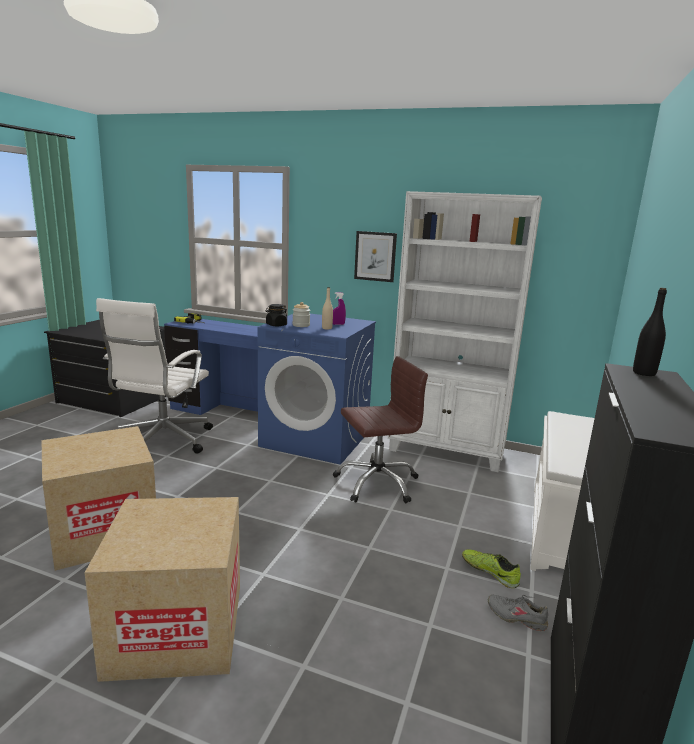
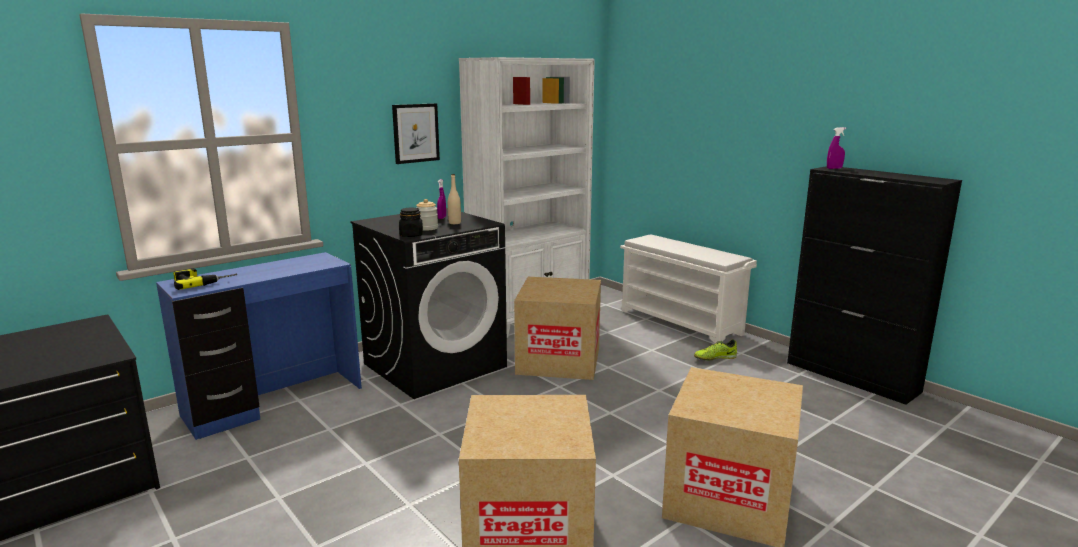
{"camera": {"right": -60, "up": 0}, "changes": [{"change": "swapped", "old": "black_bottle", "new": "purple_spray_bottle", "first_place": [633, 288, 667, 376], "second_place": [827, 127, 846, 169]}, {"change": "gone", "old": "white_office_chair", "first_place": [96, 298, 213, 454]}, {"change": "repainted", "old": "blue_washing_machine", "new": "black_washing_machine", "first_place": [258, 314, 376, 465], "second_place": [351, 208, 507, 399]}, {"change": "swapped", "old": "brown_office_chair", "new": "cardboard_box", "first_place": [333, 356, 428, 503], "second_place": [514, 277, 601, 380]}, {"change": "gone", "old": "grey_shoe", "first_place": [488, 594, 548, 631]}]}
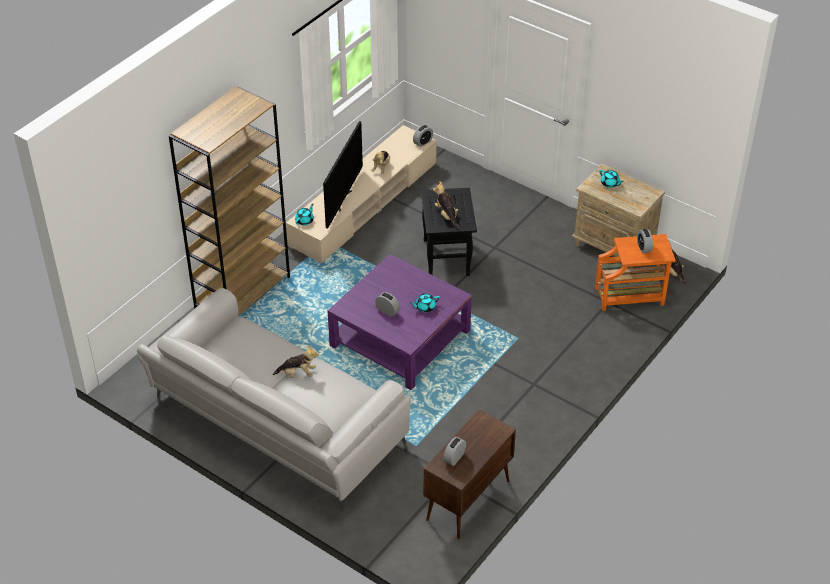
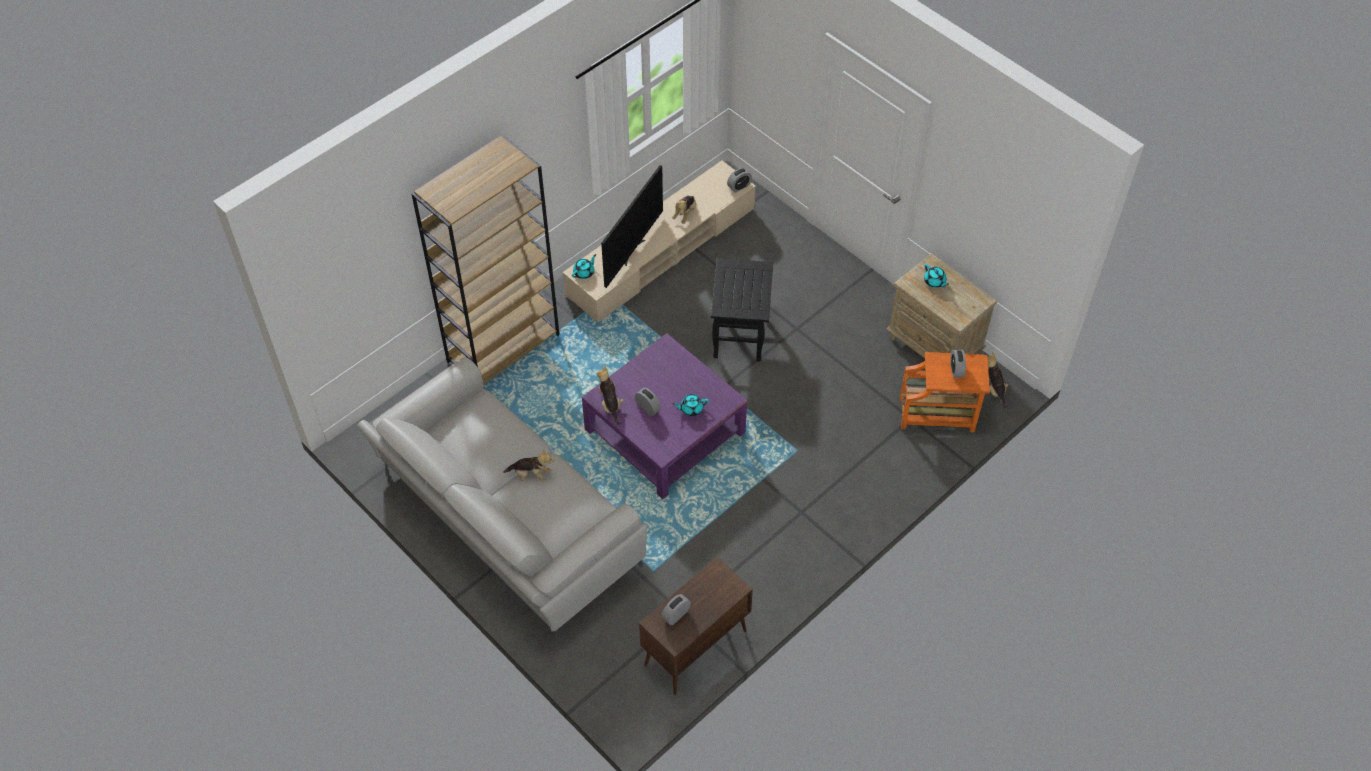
{"camera": {"right": 10, "up": 10}, "changes": [{"change": "shifted", "old": "plush_toy", "first_place": [433, 181, 460, 229], "second_place": [596, 366, 624, 425]}]}
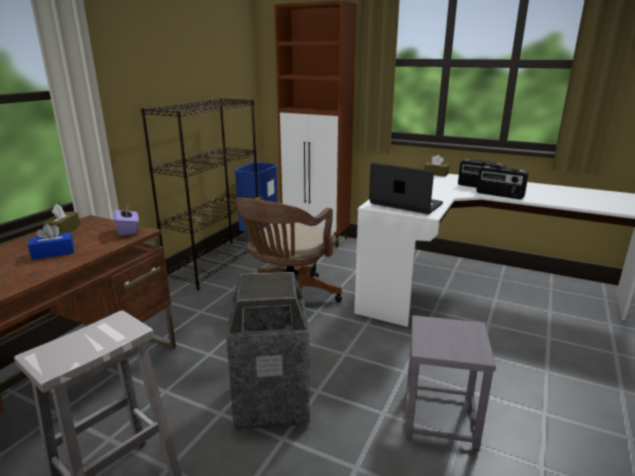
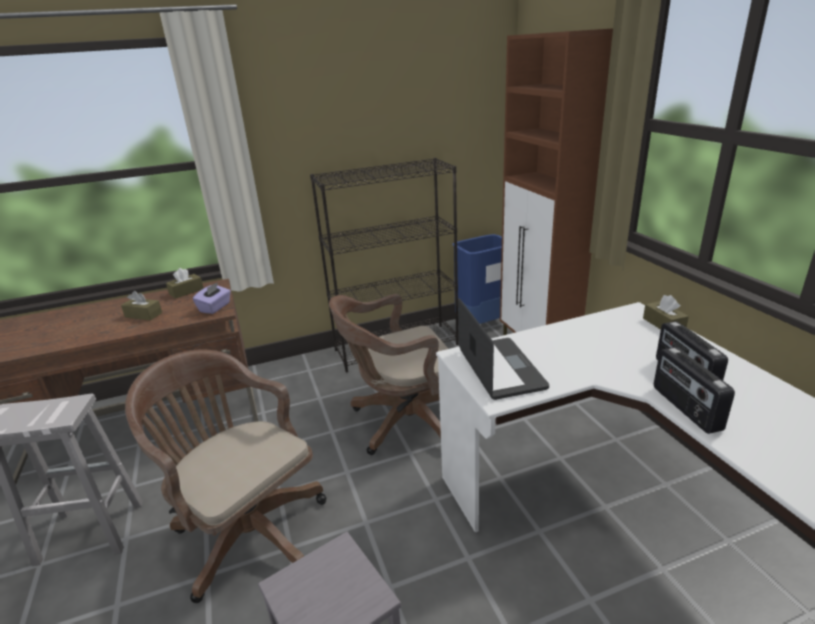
{"camera": {"right": 45, "up": 5}, "changes": [{"change": "repainted", "old": "blue_tissue_box", "new": "brown_tissue_box", "first_place": [28, 224, 74, 260], "second_place": [121, 291, 162, 321]}, {"change": "swapped", "old": "trash_can", "new": "brown_office_chair", "first_place": [226, 272, 310, 430], "second_place": [125, 349, 326, 603]}]}
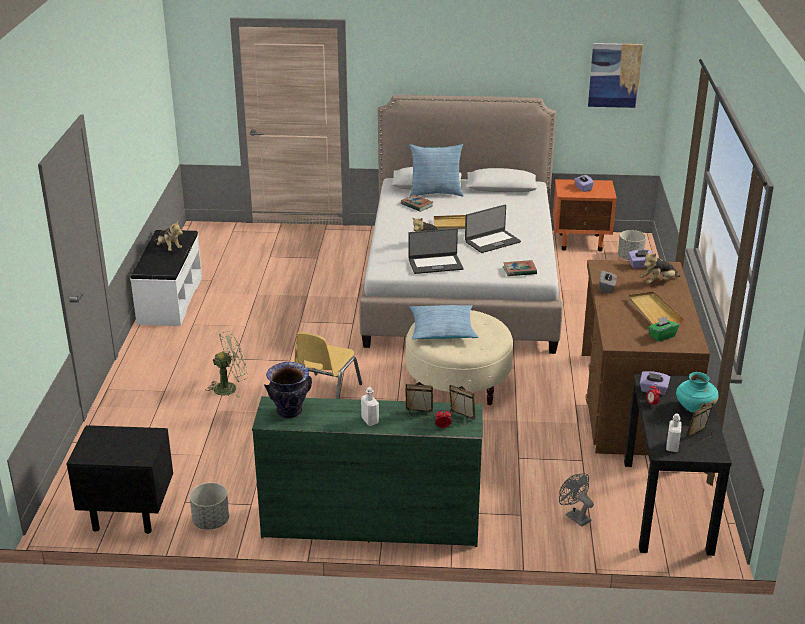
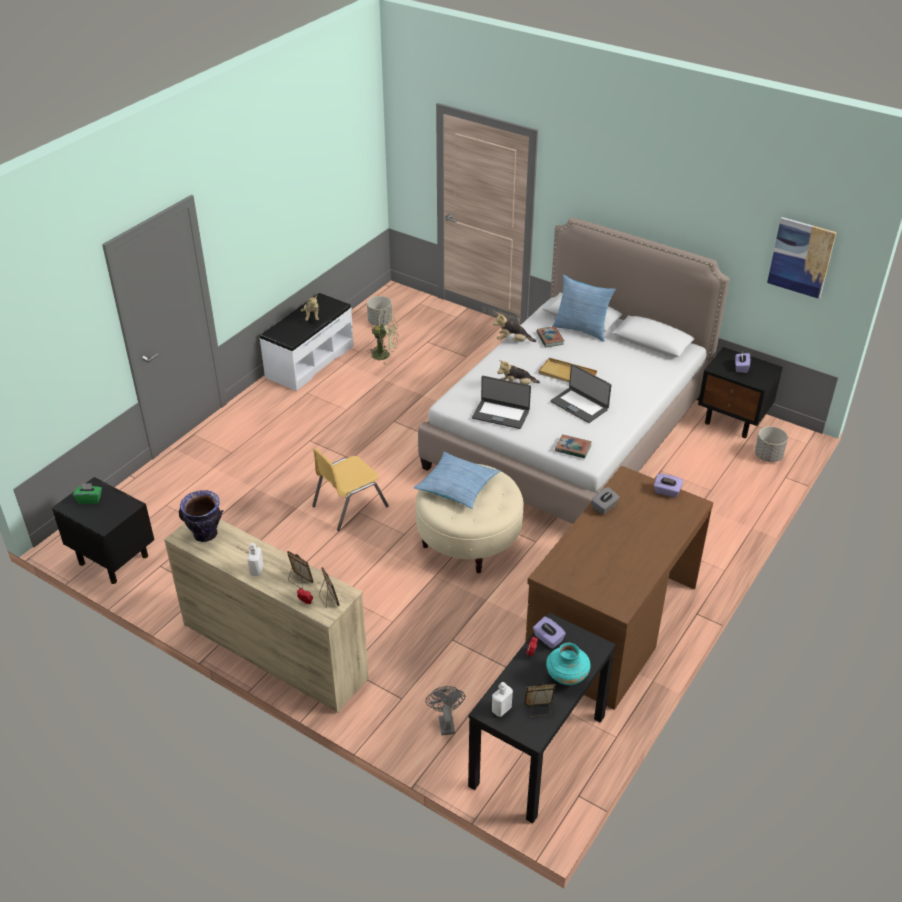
{"camera": {"right": 30, "up": 10}, "changes": [{"change": "repainted", "old": "orange_nightstand", "new": "black_nightstand", "first_place": [553, 179, 617, 251], "second_place": [698, 347, 783, 438]}, {"change": "rotated", "old": "laptop", "first_place": [465, 205, 521, 253], "second_place": [550, 364, 611, 423], "degrees": 45}, {"change": "shifted", "old": "plush_toy", "first_place": [641, 252, 680, 284], "second_place": [493, 312, 536, 342]}, {"change": "gone", "old": "beige_tray", "first_place": [627, 291, 684, 325]}, {"change": "shifted", "old": "green_tissue_box", "first_place": [648, 316, 679, 342], "second_place": [73, 483, 102, 504]}, {"change": "shifted", "old": "green_fan", "first_place": [205, 331, 248, 398], "second_place": [367, 310, 399, 365]}, {"change": "repainted", "old": "green_dresser", "new": "beige_dresser", "first_place": [252, 396, 483, 547], "second_place": [164, 520, 369, 713]}, {"change": "shifted", "old": "grey_planter", "first_place": [190, 483, 229, 529], "second_place": [367, 296, 392, 326]}]}
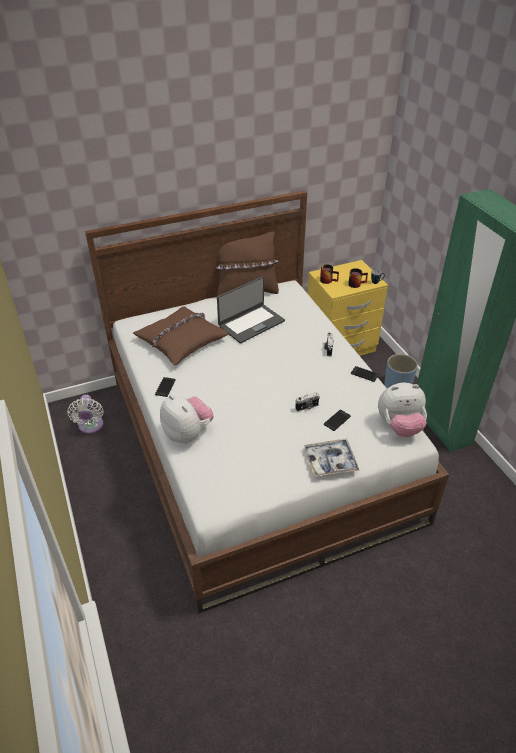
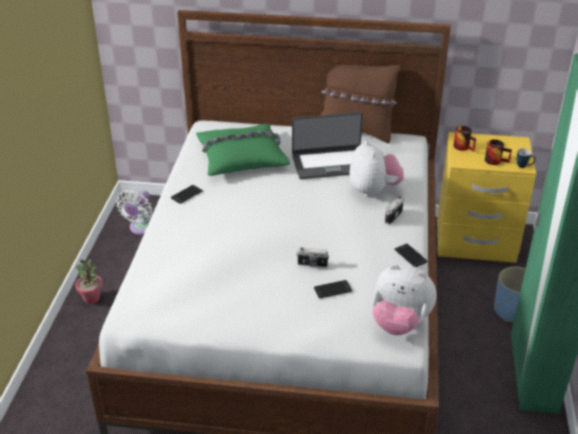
{"camera": {"right": 30, "up": -5}, "changes": [{"change": "repainted", "old": "brown_pillow", "new": "green_pillow", "first_place": [133, 307, 228, 365], "second_place": [196, 124, 290, 176]}, {"change": "shifted", "old": "plush_toy", "first_place": [160, 395, 214, 443], "second_place": [349, 140, 404, 197]}, {"change": "gone", "old": "tray", "first_place": [304, 439, 360, 477]}, {"change": "new", "new": "potted_plant", "second_place": [75, 259, 103, 304]}]}
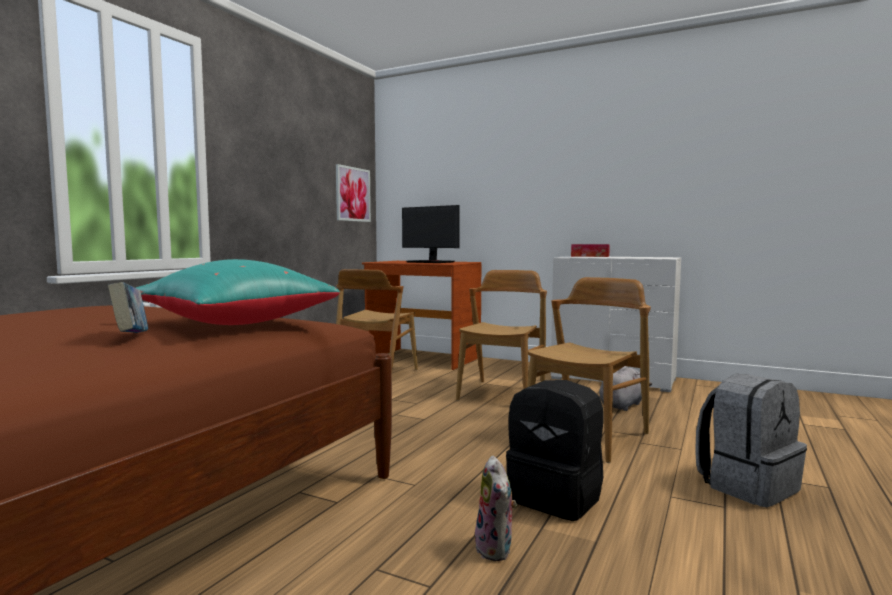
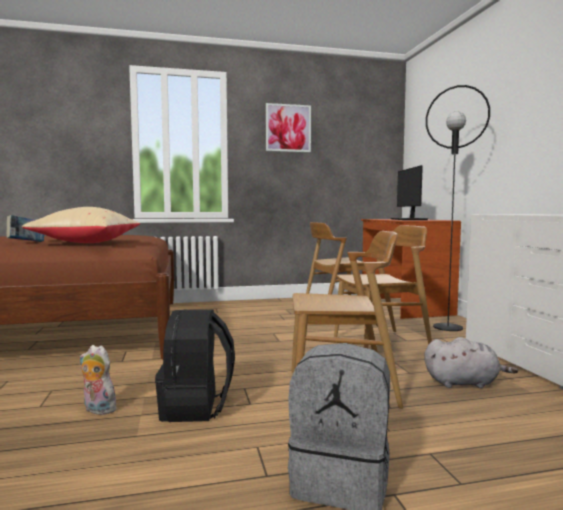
{"camera": {"right": 50, "up": 0}, "changes": [{"change": "shifted", "old": "picture", "first_place": [336, 164, 371, 222], "second_place": [266, 103, 311, 152]}, {"change": "gone", "old": "tissue_box", "first_place": [571, 244, 610, 257]}, {"change": "repainted", "old": "turquoise_pillow", "new": "beige_pillow", "first_place": [136, 259, 340, 325], "second_place": [22, 207, 140, 243]}, {"change": "rotated", "old": "plush_toy", "first_place": [475, 455, 517, 561], "second_place": [80, 345, 116, 415], "degrees": 75}, {"change": "new", "new": "black_floor_lamp", "second_place": [426, 85, 490, 331]}]}
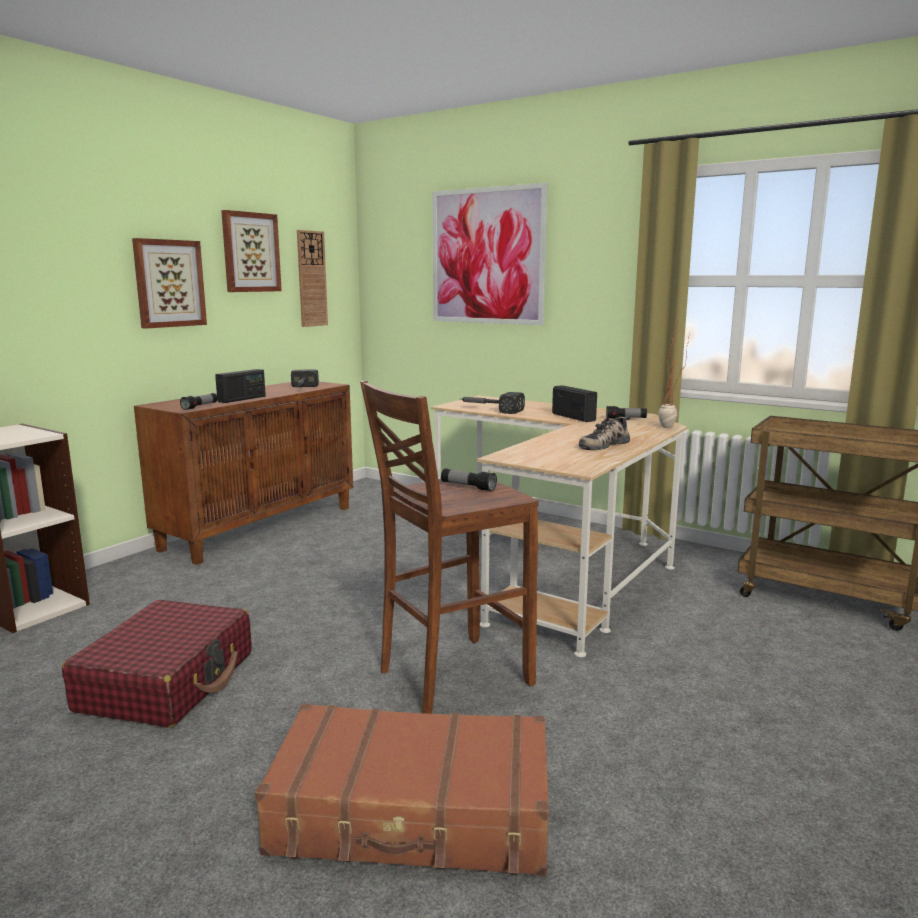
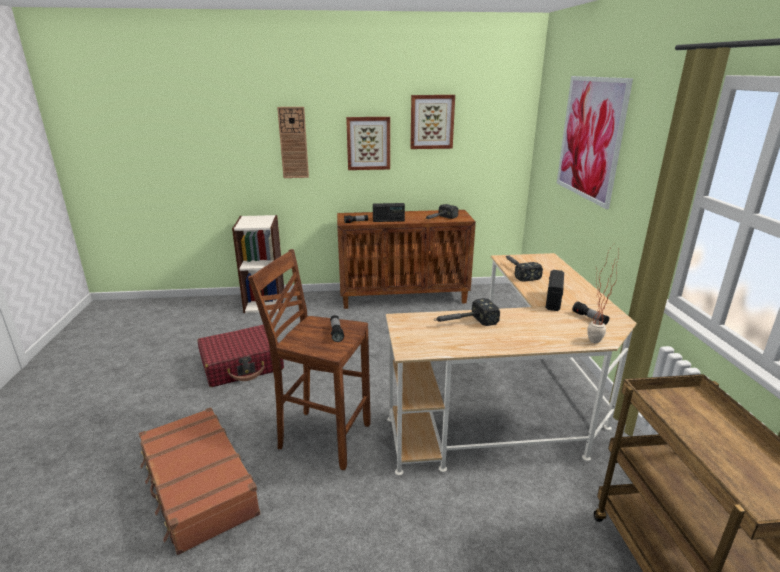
{"camera": {"right": 50, "up": 10}, "changes": [{"change": "shifted", "old": "wall_clock", "first_place": [297, 230, 328, 327], "second_place": [277, 107, 309, 178]}, {"change": "gone", "old": "shoe", "first_place": [579, 417, 631, 450]}, {"change": "new", "new": "hammer", "second_place": [435, 298, 500, 326]}]}
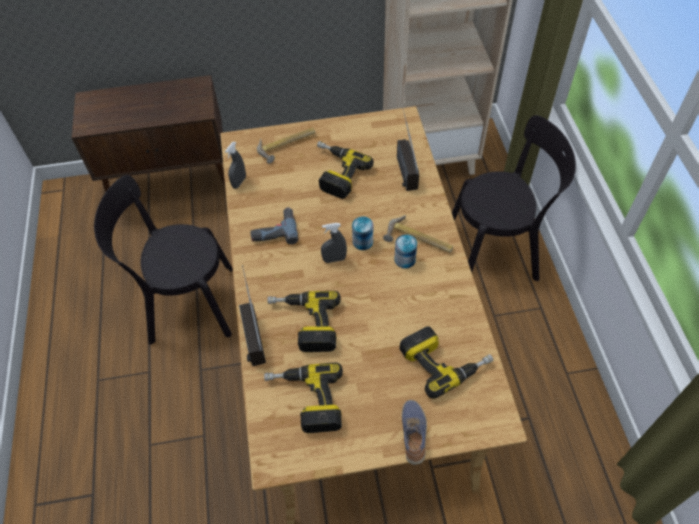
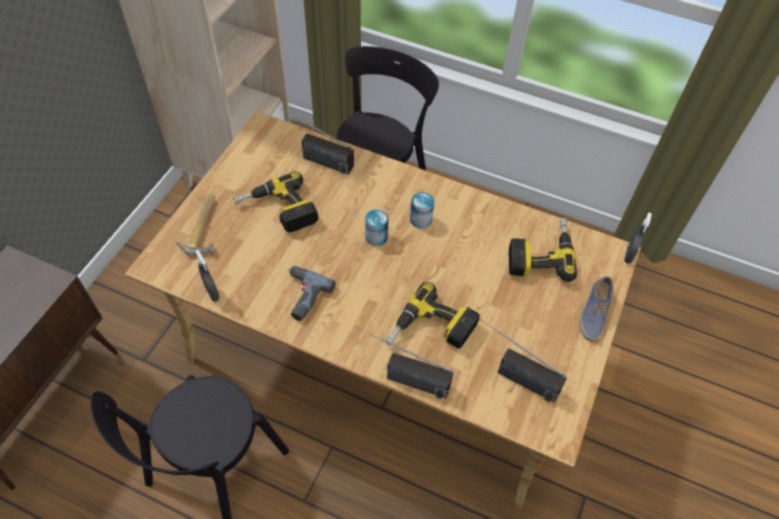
{"camera": {"right": -60, "up": 0}, "changes": [{"change": "gone", "old": "hammer", "first_place": [383, 215, 453, 253]}, {"change": "shifted", "old": "grey_spray_bottle", "first_place": [321, 223, 347, 263], "second_place": [624, 212, 652, 264]}, {"change": "swapped", "old": "power_drill", "new": "radio", "first_place": [264, 362, 343, 433], "second_place": [480, 320, 567, 402]}, {"change": "rotated", "old": "shoe", "first_place": [402, 400, 427, 465], "second_place": [580, 276, 613, 342], "degrees": -105}]}
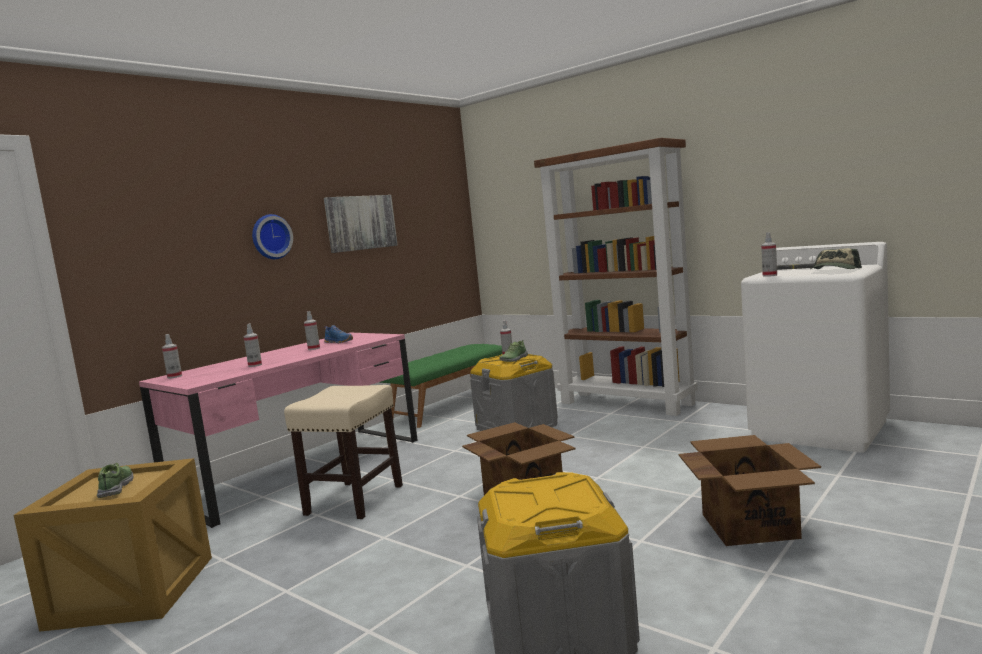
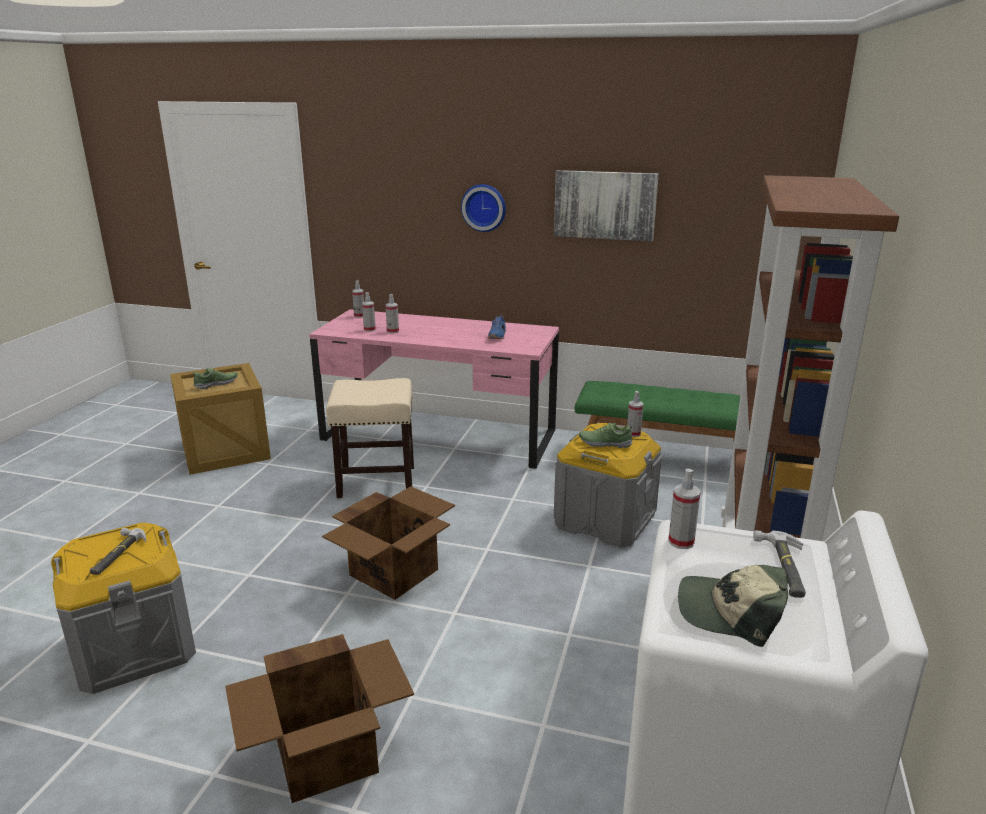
{"camera": {"right": 65, "up": 15}, "changes": [{"change": "shifted", "old": "spray_bottle", "first_place": [304, 311, 320, 350], "second_place": [362, 292, 376, 332]}, {"change": "new", "new": "hammer", "second_place": [90, 528, 146, 575]}]}
